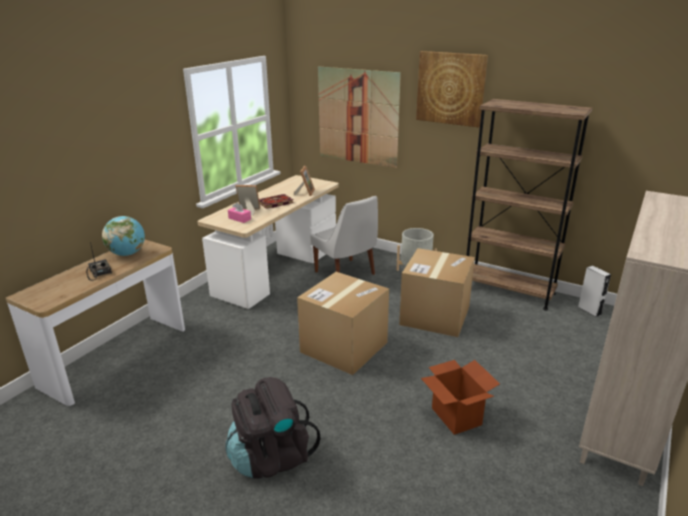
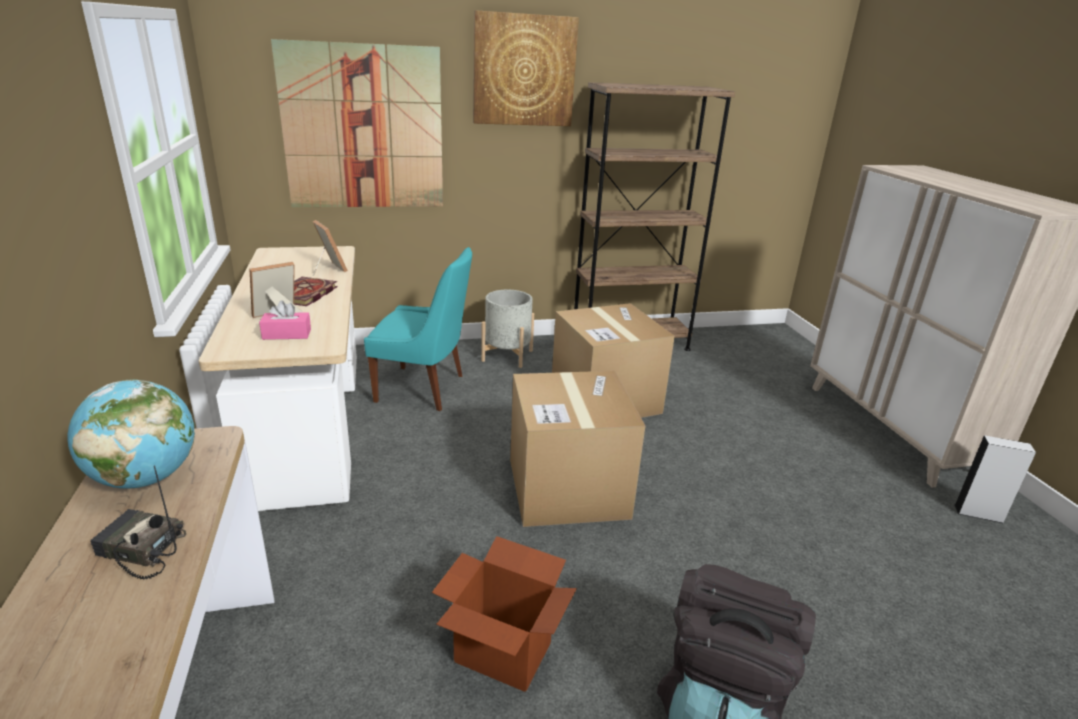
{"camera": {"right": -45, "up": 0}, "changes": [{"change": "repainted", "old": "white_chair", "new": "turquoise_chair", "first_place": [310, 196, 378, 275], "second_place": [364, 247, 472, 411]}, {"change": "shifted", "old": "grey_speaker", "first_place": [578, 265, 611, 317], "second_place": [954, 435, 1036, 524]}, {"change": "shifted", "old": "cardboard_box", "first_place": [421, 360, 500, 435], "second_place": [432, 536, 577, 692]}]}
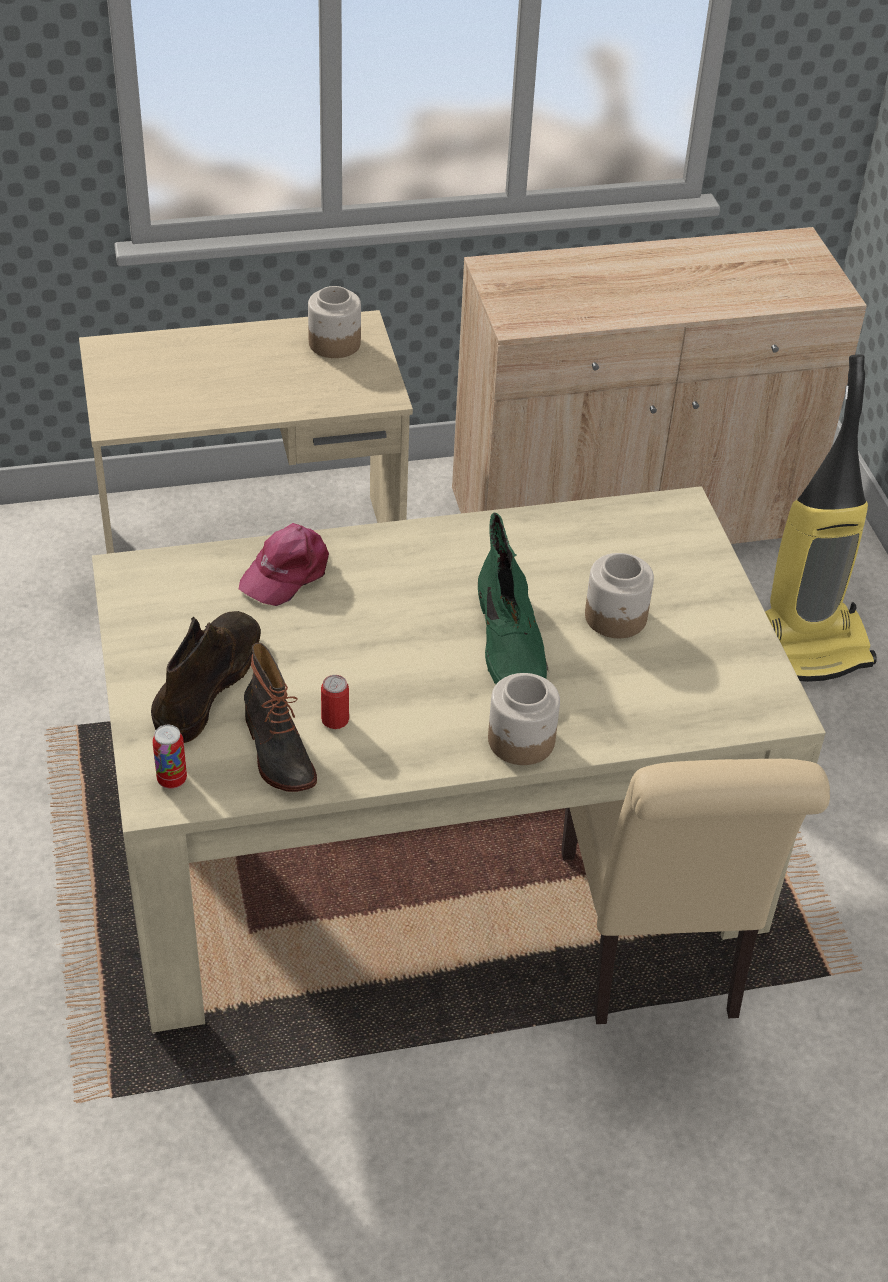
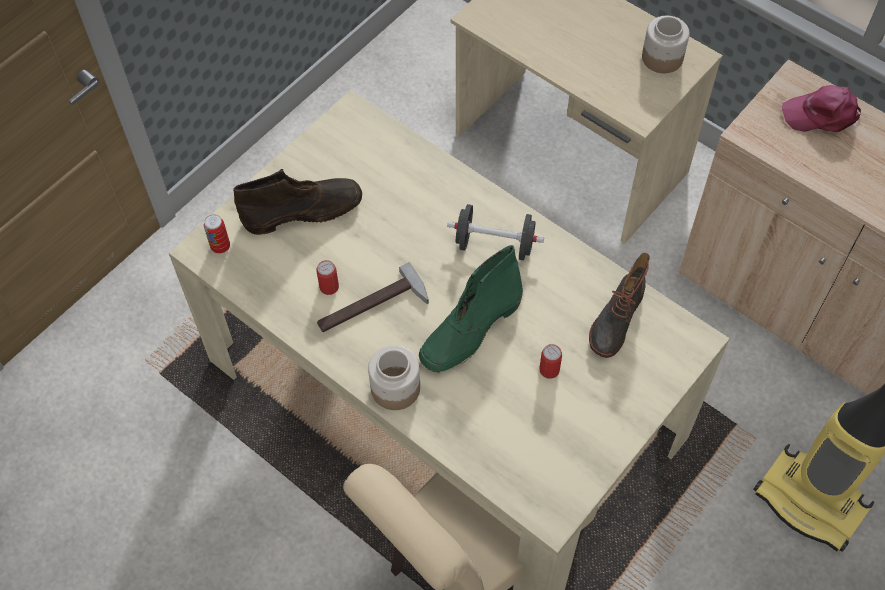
{"camera": {"right": 55, "up": 15}, "changes": [{"change": "shifted", "old": "pink_cap", "first_place": [239, 523, 329, 606], "second_place": [782, 85, 861, 132]}, {"change": "swapped", "old": "jar", "new": "can", "first_place": [585, 553, 654, 638], "second_place": [540, 344, 562, 378]}, {"change": "shifted", "old": "boot", "first_place": [244, 643, 317, 792], "second_place": [589, 253, 650, 358]}, {"change": "new", "new": "black_dumbbell", "second_place": [447, 204, 544, 261]}, {"change": "new", "new": "hammer", "second_place": [317, 262, 429, 332]}]}
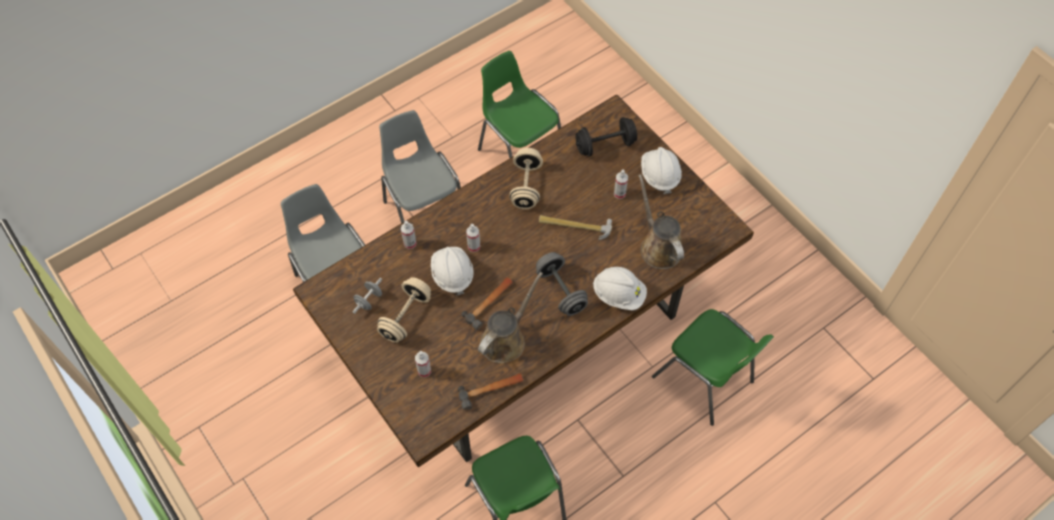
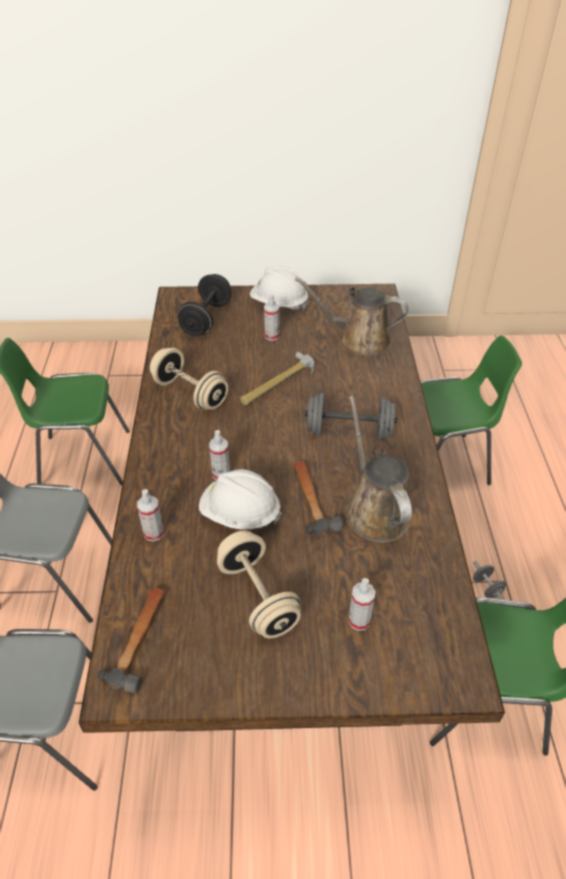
{"camera": {"right": -55, "up": -15}, "changes": [{"change": "gone", "old": "white_hard_hat", "first_place": [593, 267, 647, 310]}, {"change": "shifted", "old": "grey_dumbbell", "first_place": [353, 278, 382, 314], "second_place": [473, 561, 506, 600]}, {"change": "shifted", "old": "hammer", "first_place": [458, 373, 524, 411], "second_place": [98, 588, 165, 694]}]}
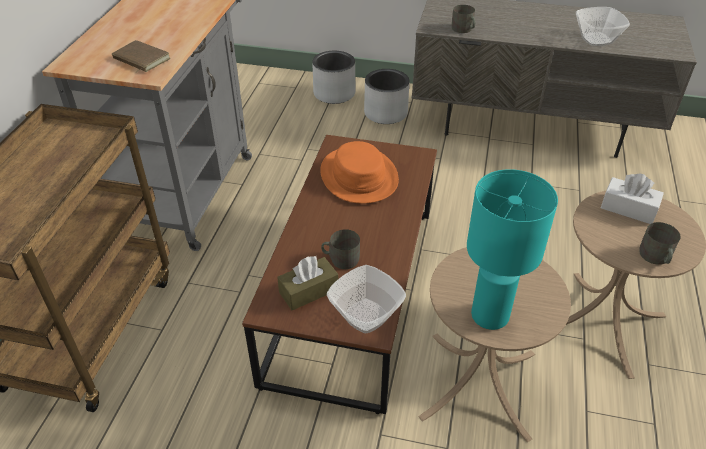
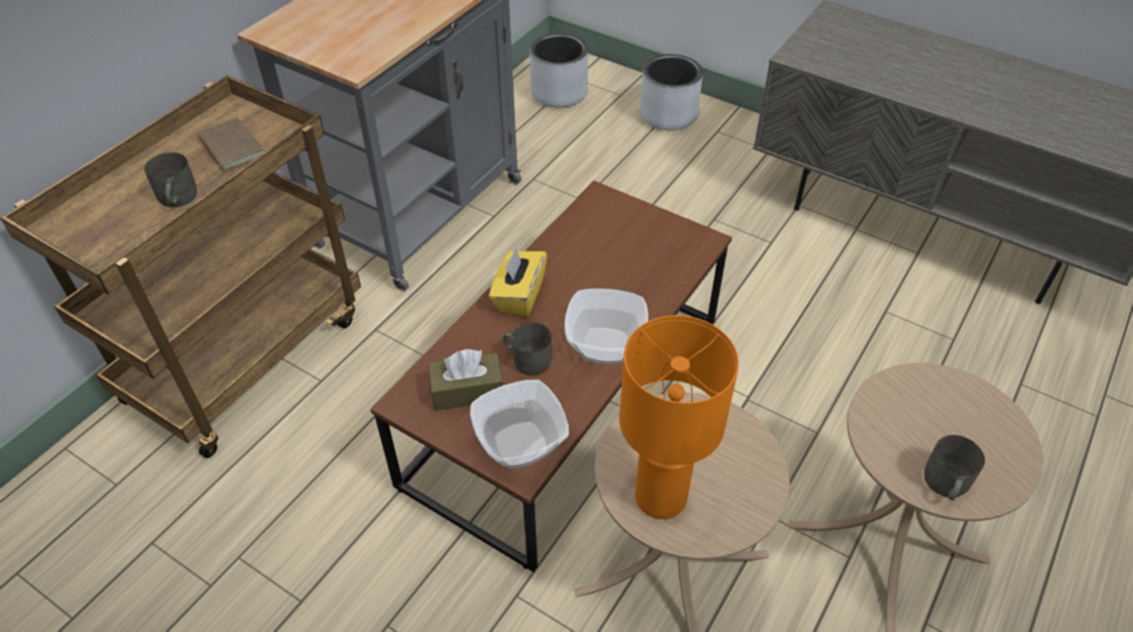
{"camera": {"right": 20, "up": 5}, "changes": [{"change": "shifted", "old": "grey_mug", "first_place": [452, 5, 475, 33], "second_place": [144, 152, 197, 207]}, {"change": "shifted", "old": "bowl", "first_place": [576, 7, 630, 46], "second_place": [564, 288, 648, 364]}, {"change": "shifted", "old": "brown_book", "first_place": [112, 40, 171, 72], "second_place": [197, 117, 264, 172]}, {"change": "shifted", "old": "grey_planter", "first_place": [364, 69, 410, 124], "second_place": [530, 33, 588, 108]}, {"change": "gone", "old": "orange_hat", "first_place": [320, 141, 399, 204]}, {"change": "repainted", "old": "turquoise_table_lamp", "new": "orange_table_lamp", "first_place": [467, 169, 558, 330], "second_place": [619, 315, 739, 519]}, {"change": "gone", "old": "white_tissue_box", "first_place": [601, 174, 664, 224]}, {"change": "new", "new": "yellow_tissue_box", "second_place": [489, 248, 547, 316]}]}
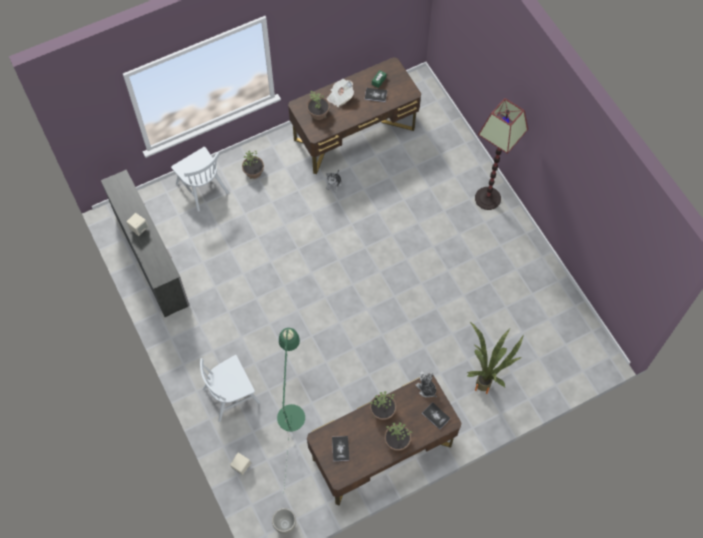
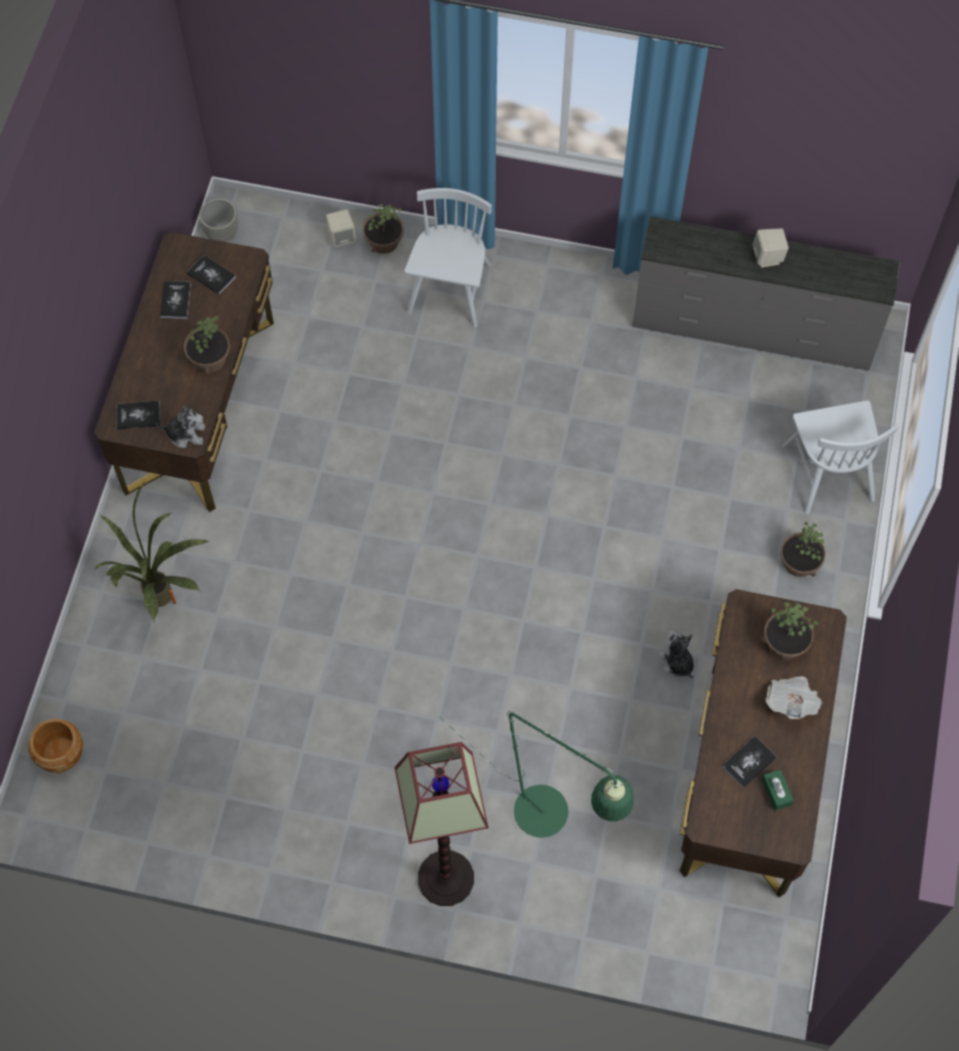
{"camera": {"right": 130, "up": 0}, "changes": [{"change": "rotated", "old": "white_chair", "first_place": [171, 147, 229, 212], "second_place": [783, 400, 899, 514], "degrees": -105}, {"change": "shifted", "old": "green_floor_lamp", "first_place": [277, 328, 305, 495], "second_place": [434, 711, 634, 837]}, {"change": "shifted", "old": "potted_plant", "first_place": [384, 422, 412, 451], "second_place": [363, 204, 404, 254]}, {"change": "new", "new": "book", "second_place": [160, 281, 191, 319]}, {"change": "new", "new": "brown_planter", "second_place": [29, 719, 84, 774]}]}
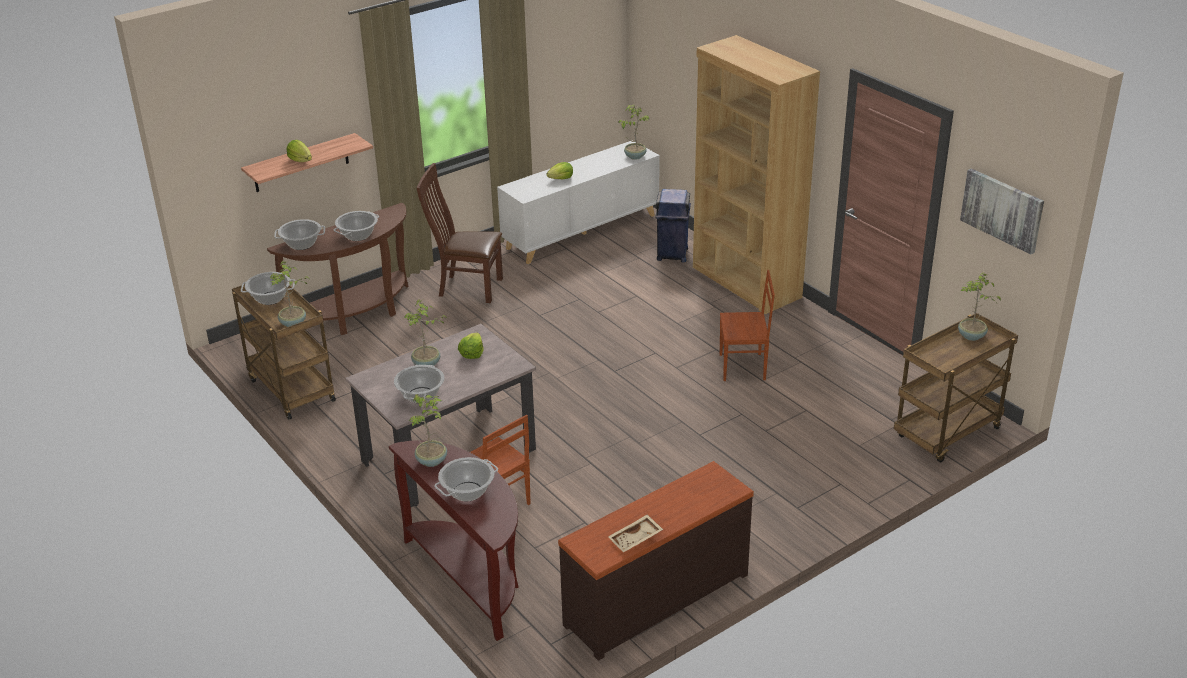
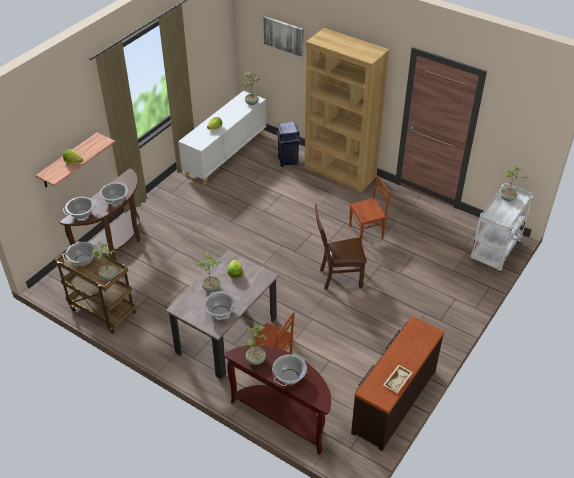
{"camera": {"right": -20, "up": 10}, "changes": [{"change": "shifted", "old": "brown_chair", "first_place": [417, 163, 503, 303], "second_place": [315, 203, 367, 290]}, {"change": "shifted", "old": "picture", "first_place": [960, 168, 1044, 255], "second_place": [263, 16, 304, 57]}, {"change": "repainted", "old": "brown_cart", "new": "white_cart", "first_place": [894, 313, 1018, 463], "second_place": [471, 183, 533, 272]}]}
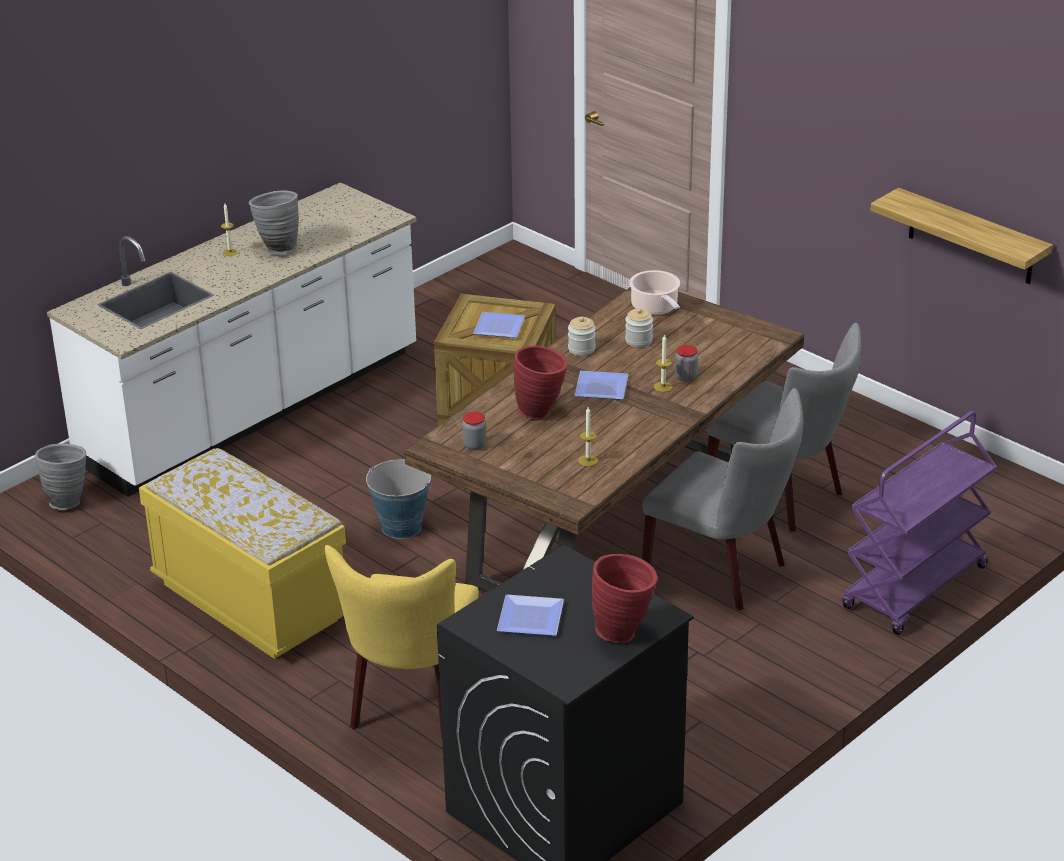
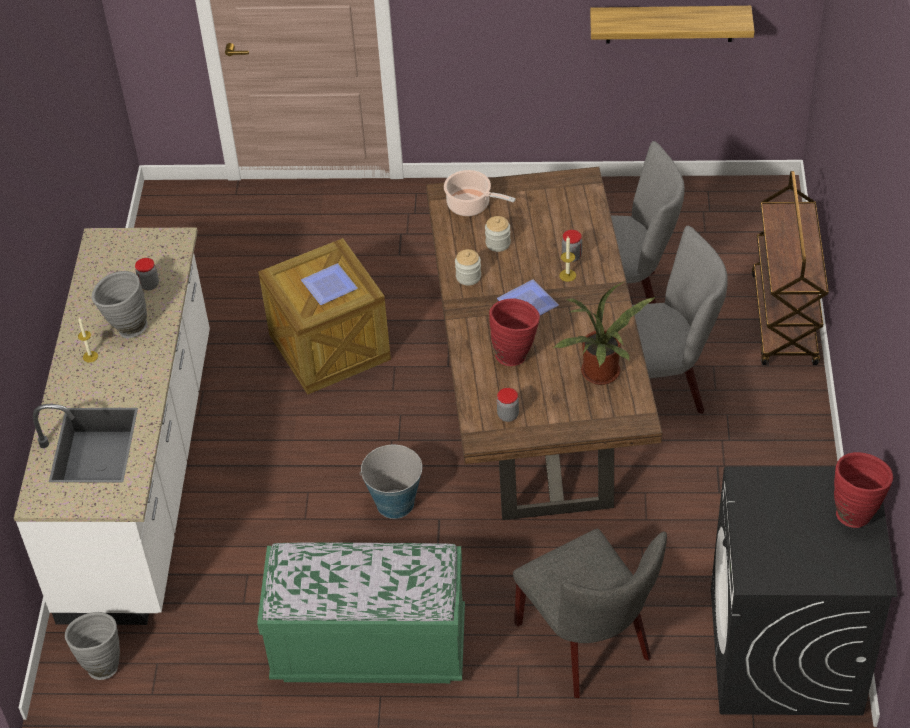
{"camera": {"right": -40, "up": 15}, "changes": [{"change": "swapped", "old": "candle", "new": "potted_plant", "first_place": [578, 407, 598, 466], "second_place": [554, 282, 656, 385]}, {"change": "repainted", "old": "purple_cart", "new": "brown_cart", "first_place": [842, 411, 997, 635], "second_place": [752, 171, 829, 365]}, {"change": "repainted", "old": "yellow_bench", "new": "green_bench", "first_place": [139, 448, 346, 659], "second_place": [257, 543, 465, 683]}, {"change": "repainted", "old": "yellow_chair", "new": "grey_chair", "first_place": [325, 545, 479, 738], "second_place": [513, 529, 667, 698]}, {"change": "gone", "old": "plate", "first_place": [497, 594, 564, 636]}, {"change": "new", "new": "jar", "second_place": [135, 258, 159, 290]}]}
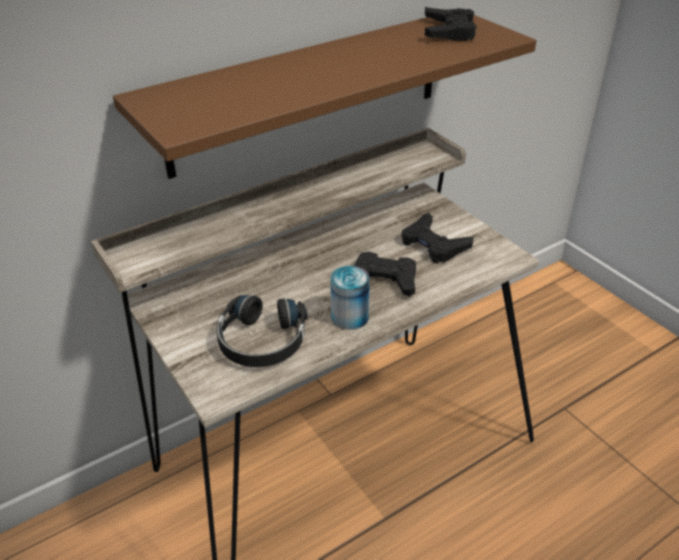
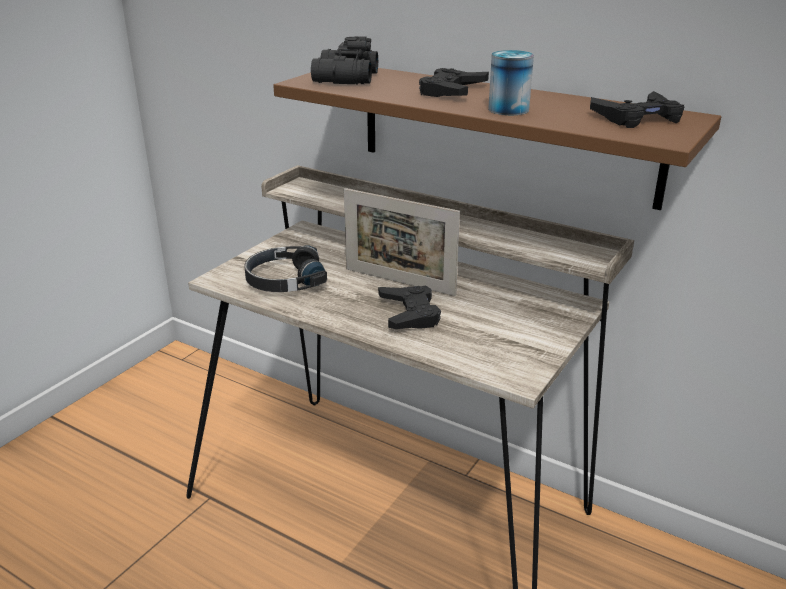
{"camera": {"right": 65, "up": -10}, "changes": [{"change": "shifted", "old": "black_game_controller", "first_place": [401, 213, 474, 263], "second_place": [419, 68, 489, 97]}, {"change": "shifted", "old": "can", "first_place": [330, 266, 370, 330], "second_place": [488, 50, 534, 115]}, {"change": "new", "new": "black_binoculars", "second_place": [311, 36, 378, 84]}, {"change": "new", "new": "picture_frame", "second_place": [344, 188, 460, 296]}]}
